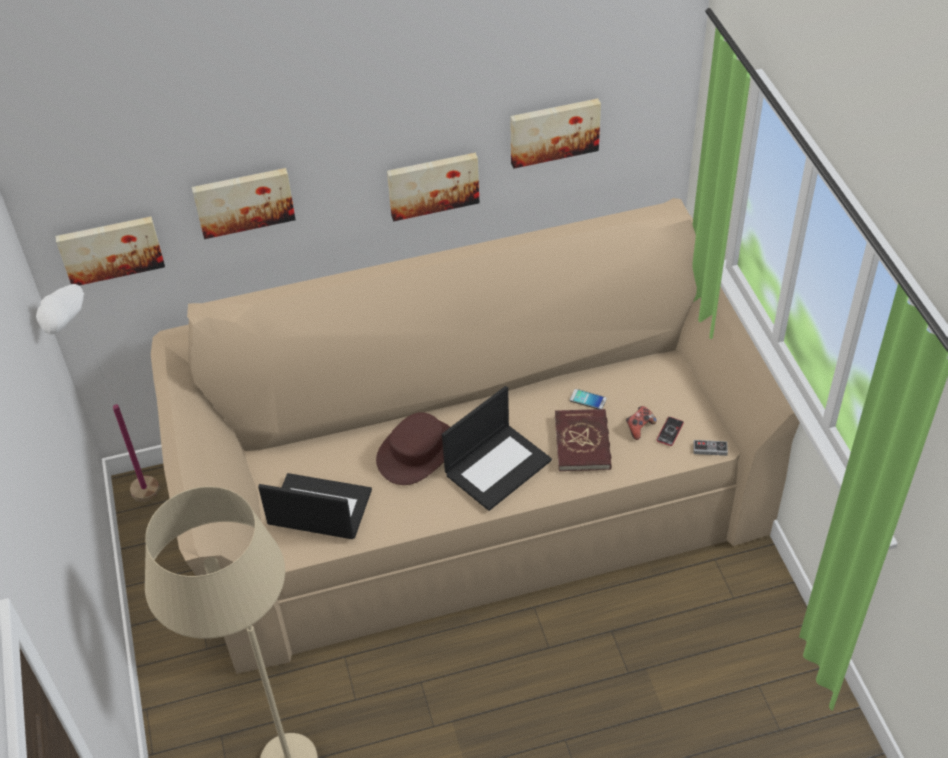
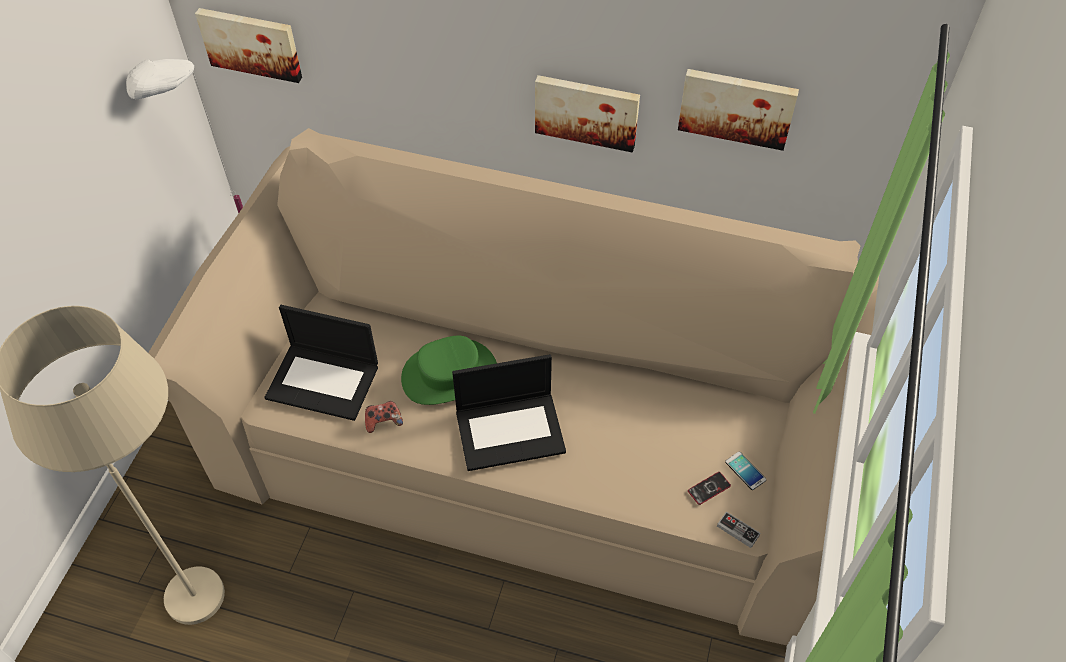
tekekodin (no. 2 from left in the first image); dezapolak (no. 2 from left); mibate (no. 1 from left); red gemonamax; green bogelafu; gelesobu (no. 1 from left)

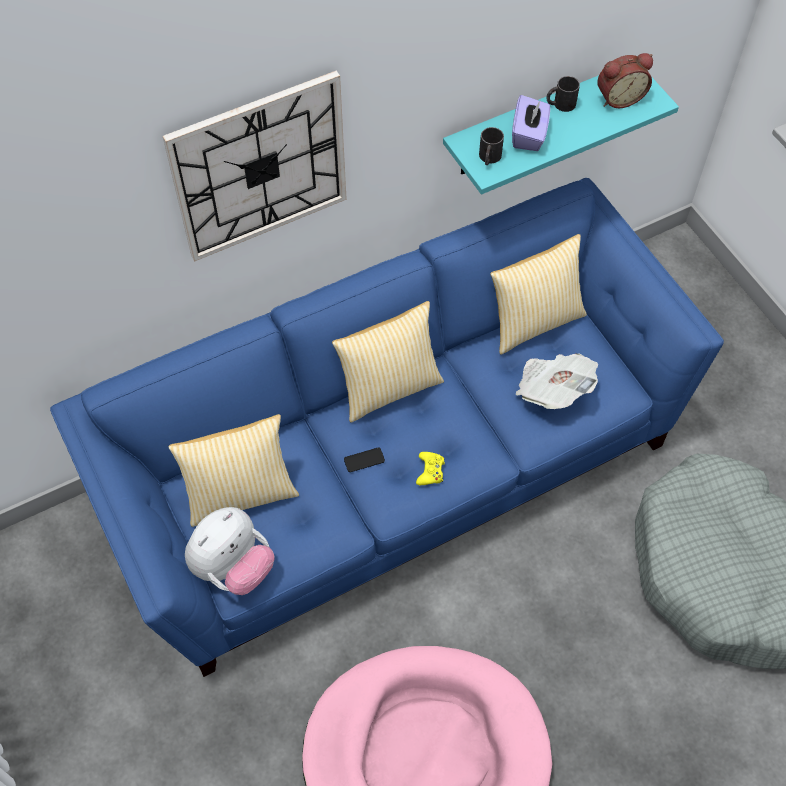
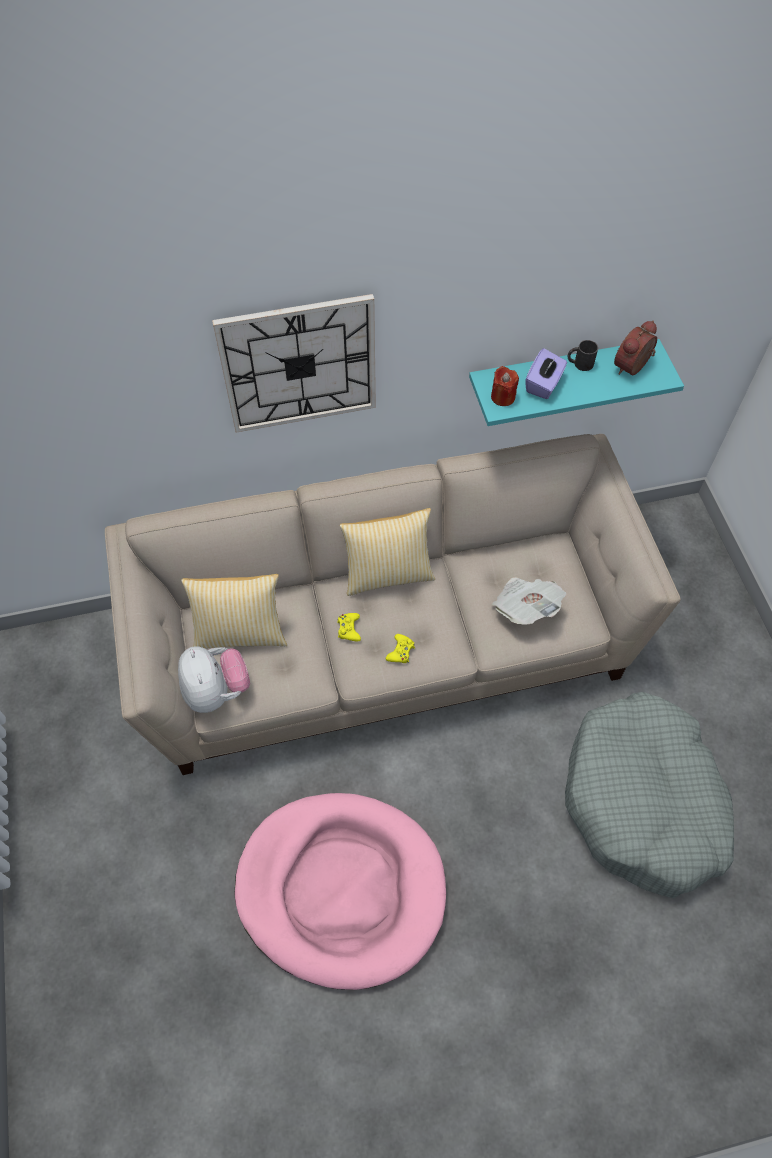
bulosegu; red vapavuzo; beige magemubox; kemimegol (no. 3 from left in the first image); yellow mibate (no. 1 from left); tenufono

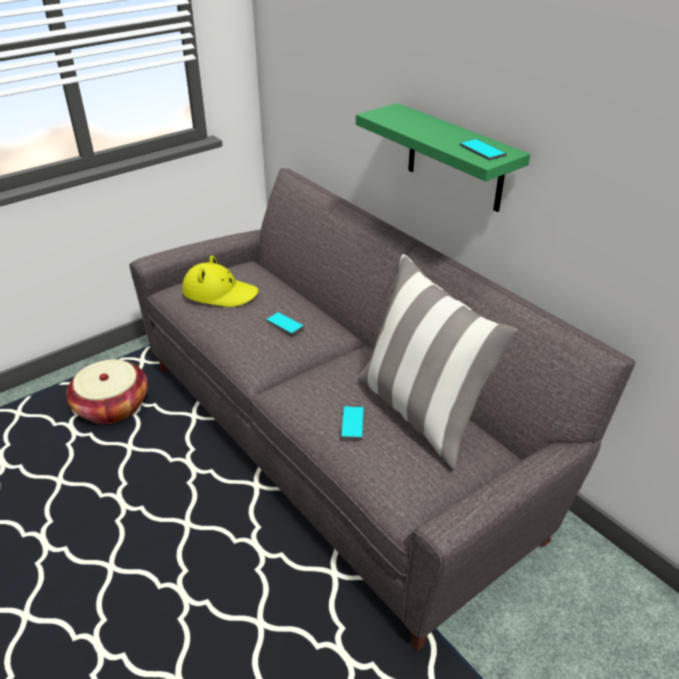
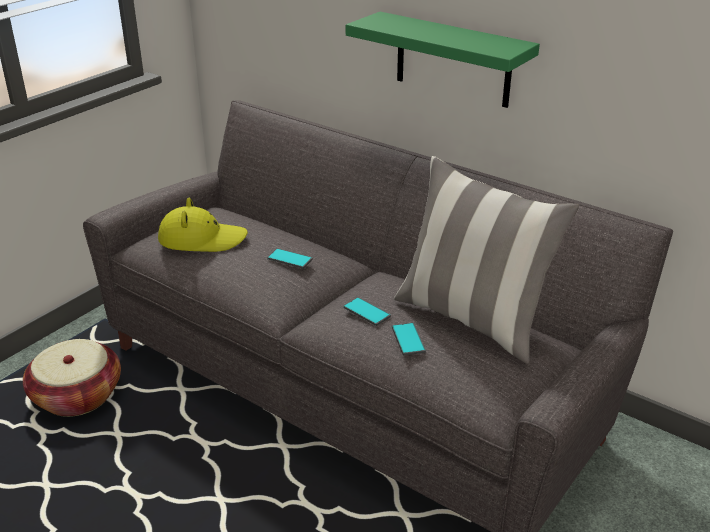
dezapolak (no. 2 from left)

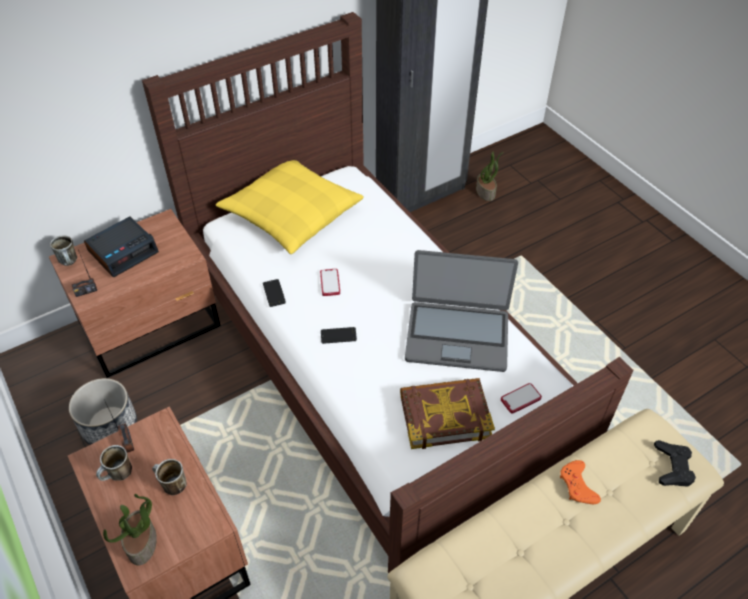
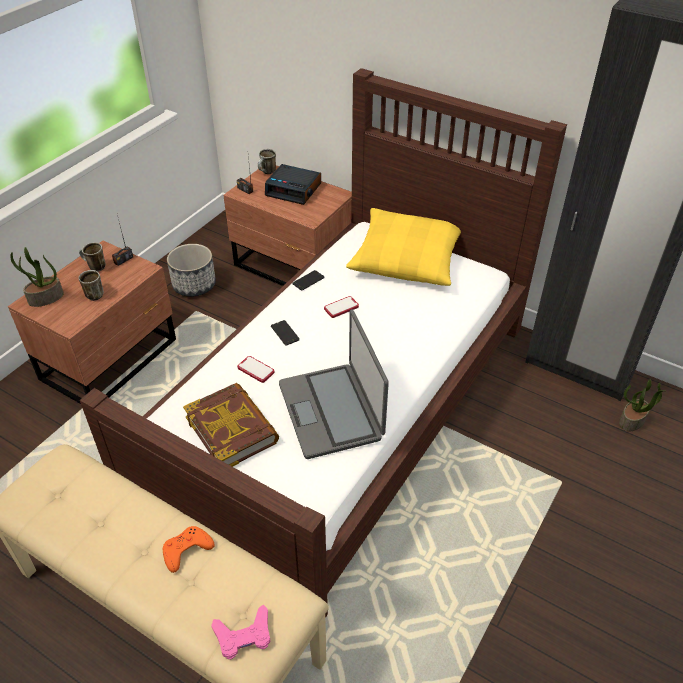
dezapolak (no. 1 from left); pink mibate

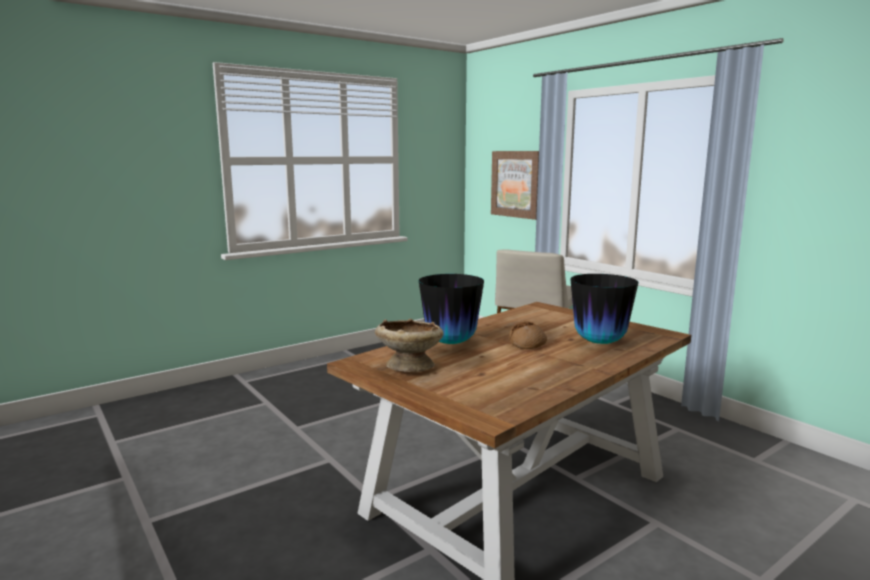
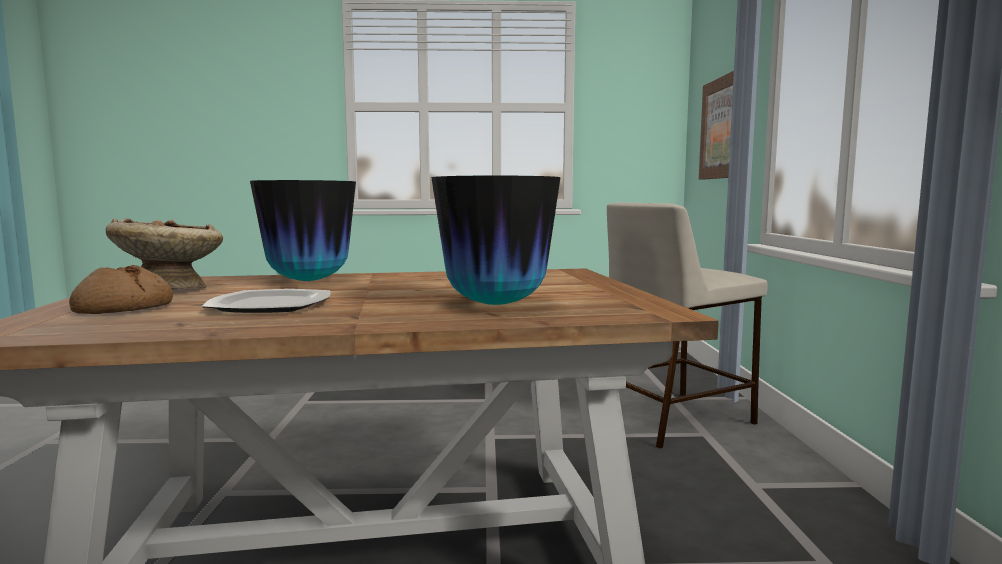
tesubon; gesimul

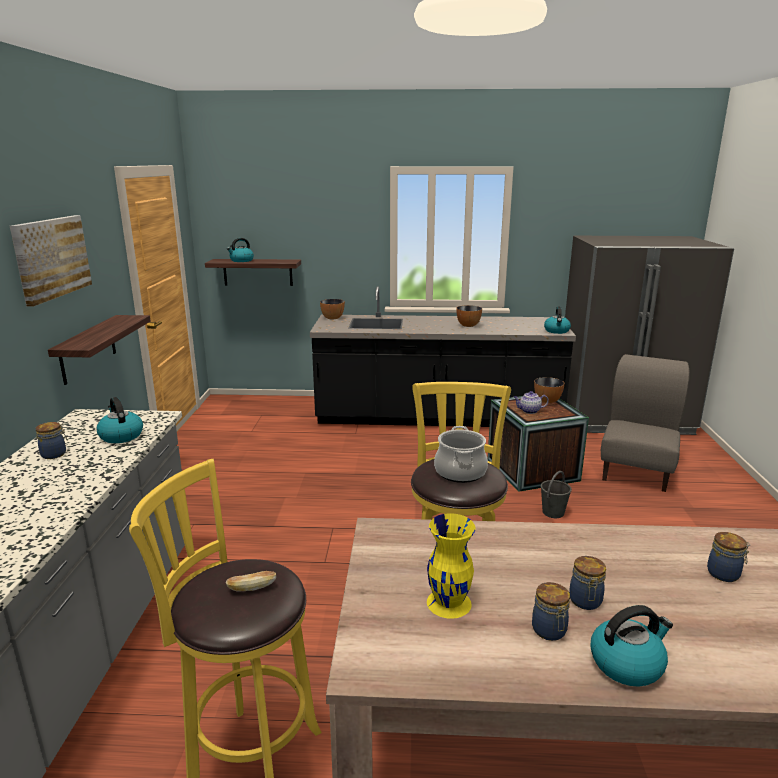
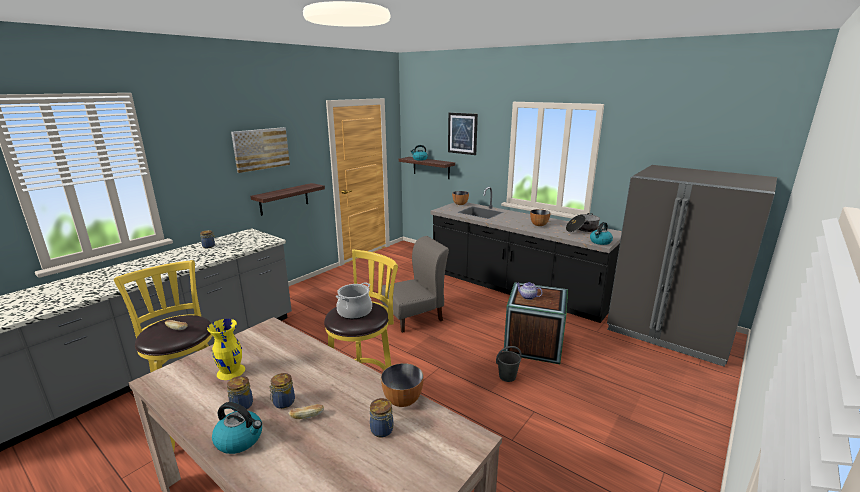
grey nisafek; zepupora (no. 1 from left); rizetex (no. 1 from left in the first image); tekekodin (no. 2 from left); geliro (no. 2 from left); tesubon (no. 2 from left)

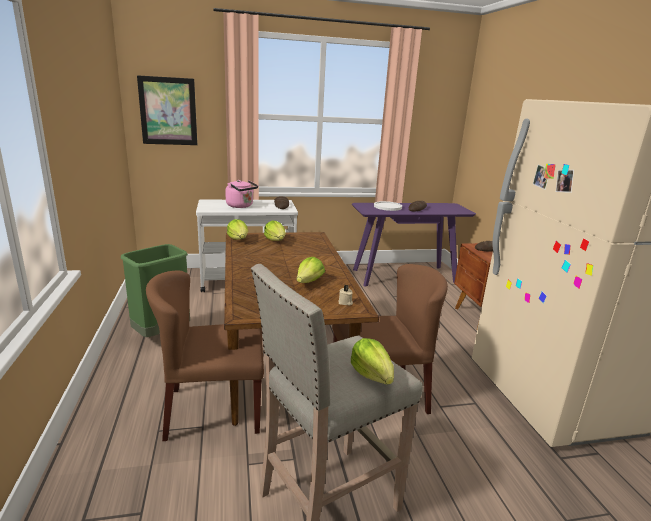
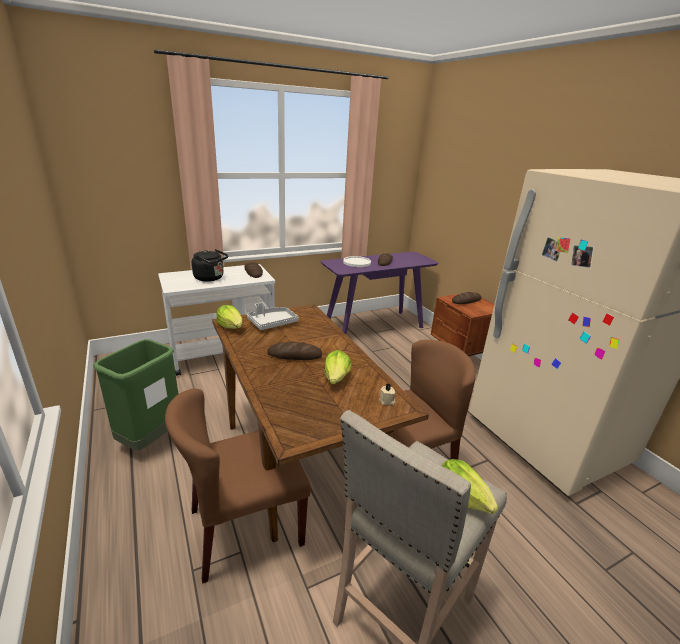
tekekodin; black rizetex; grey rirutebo; tesubon (no. 2 from left)

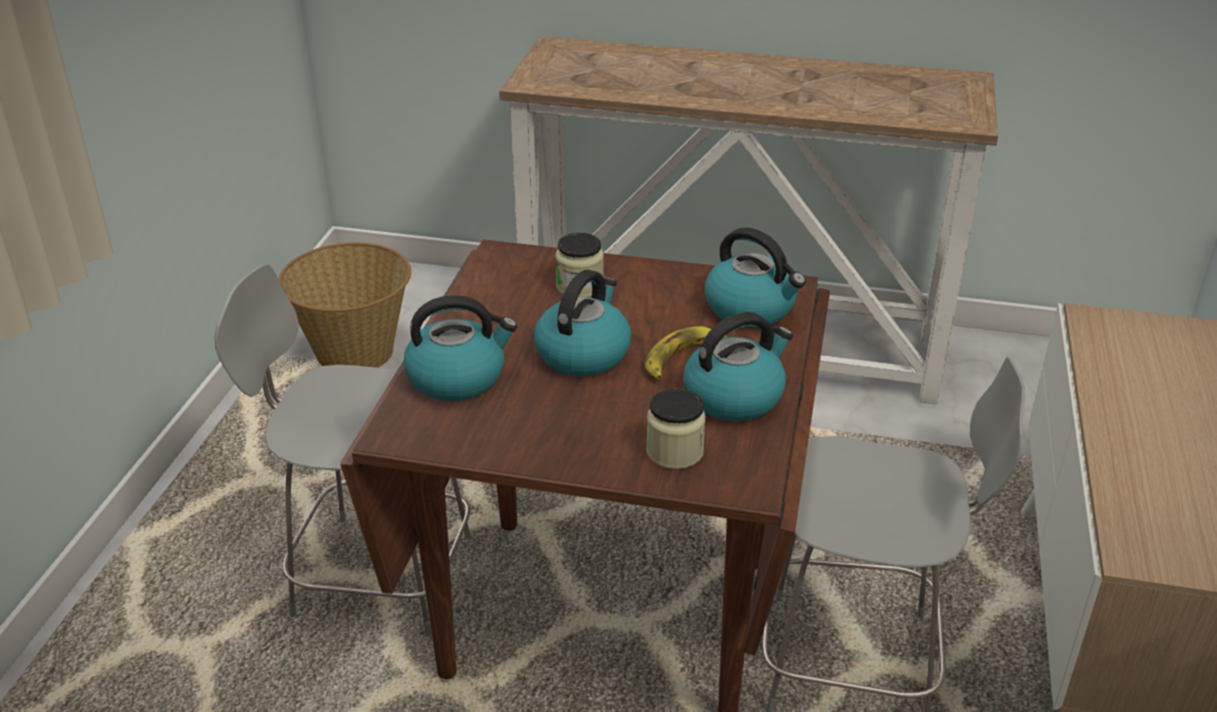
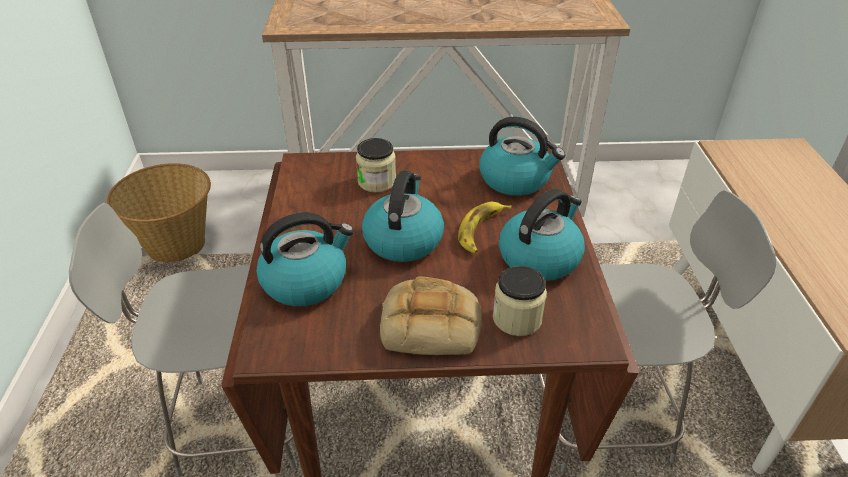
tesubon

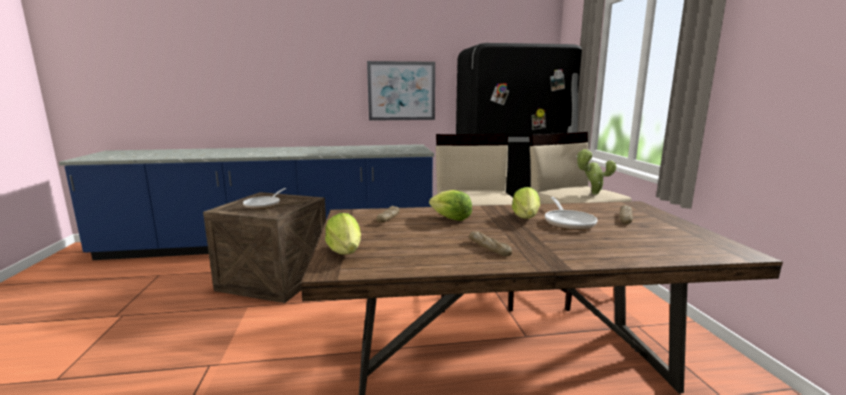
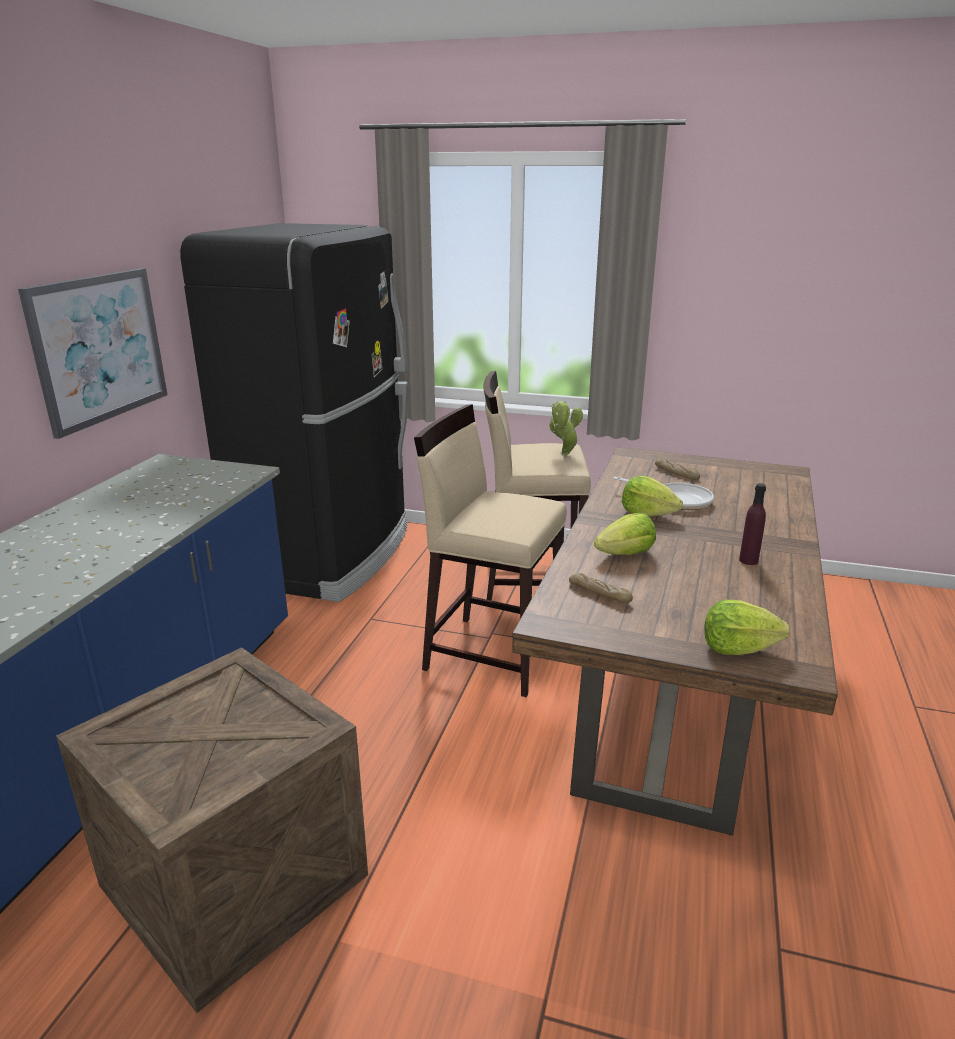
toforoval (no. 1 from left in the first image); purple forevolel

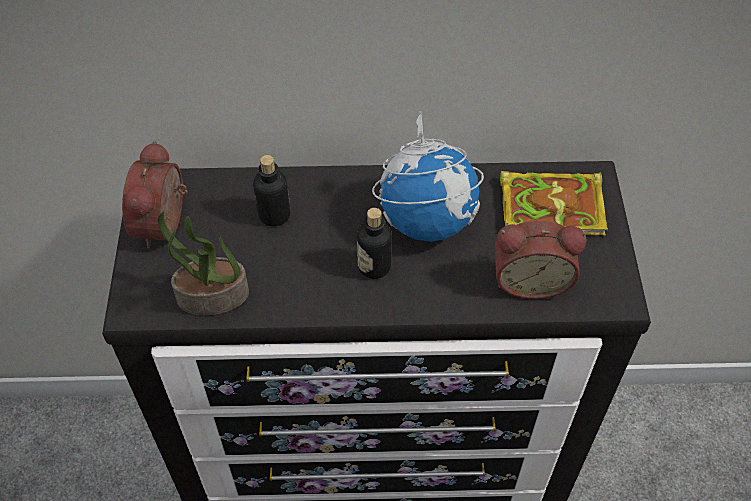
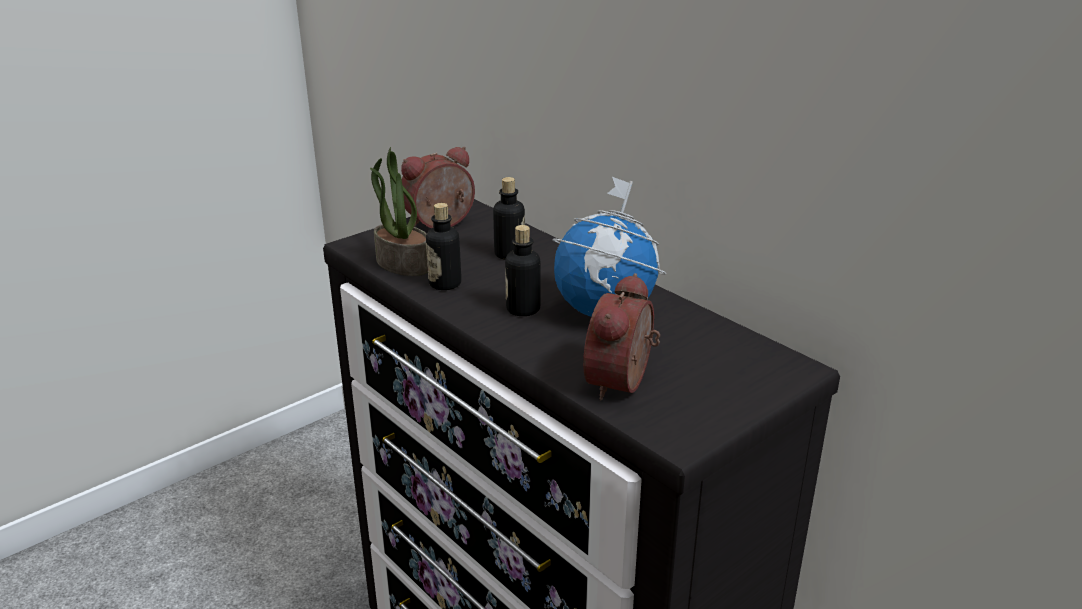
gemonamax; bulosegu (no. 2 from left); forevolel (no. 1 from left)

